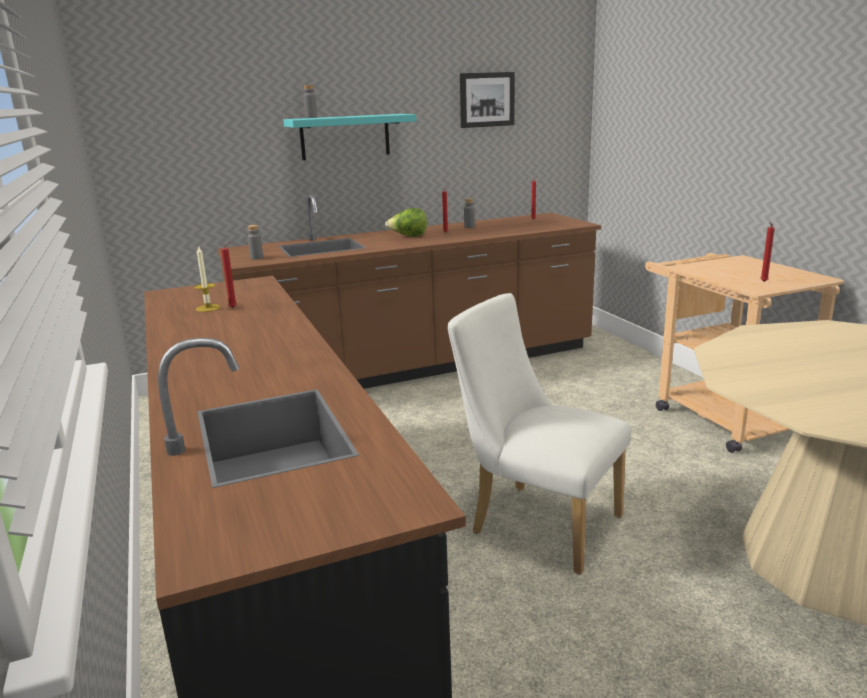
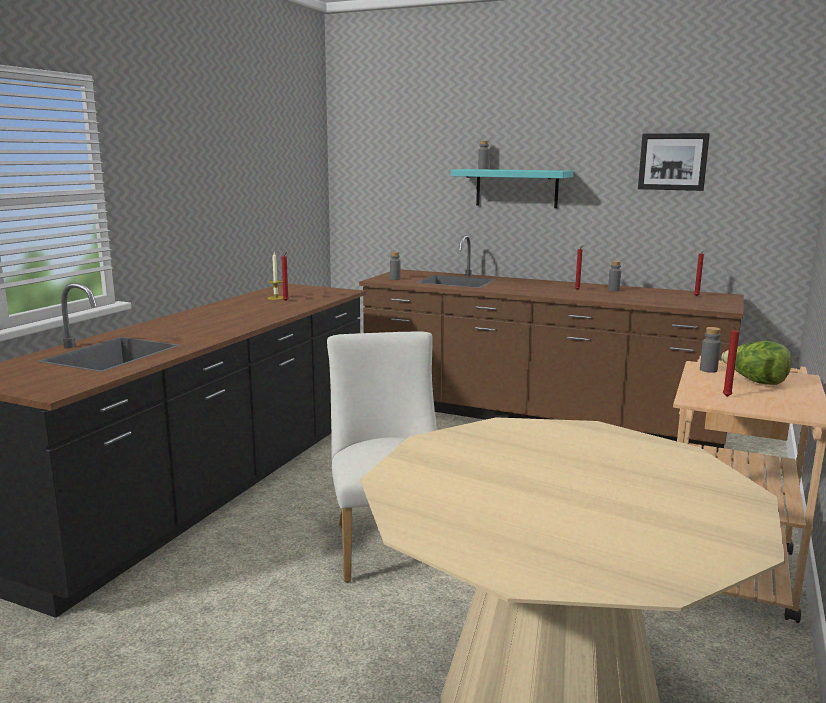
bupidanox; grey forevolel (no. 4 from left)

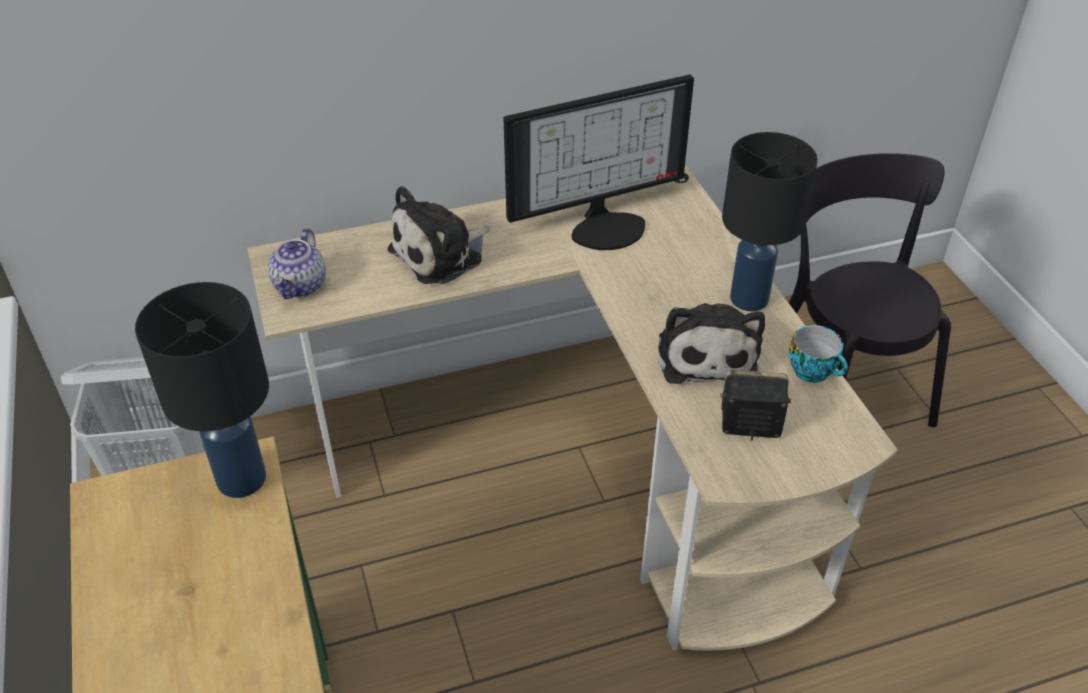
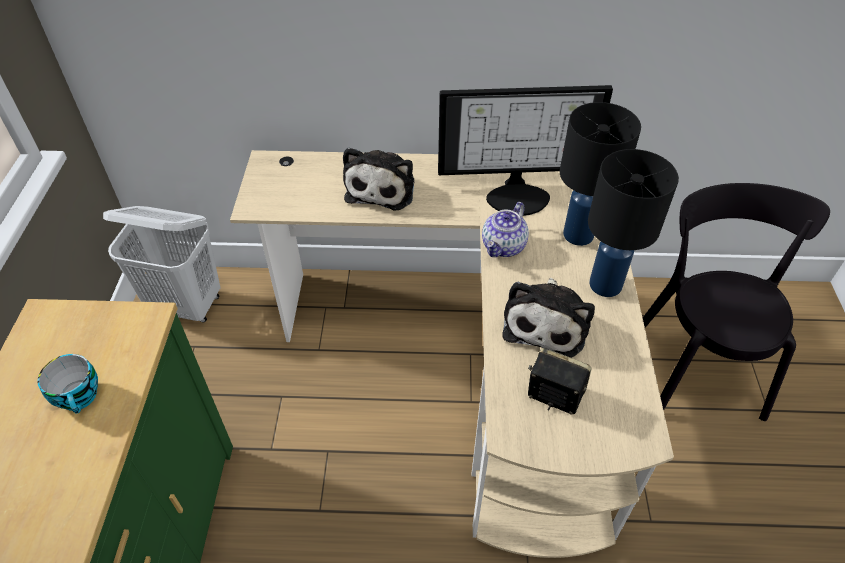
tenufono (no. 1 from left); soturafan; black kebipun (no. 1 from left); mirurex

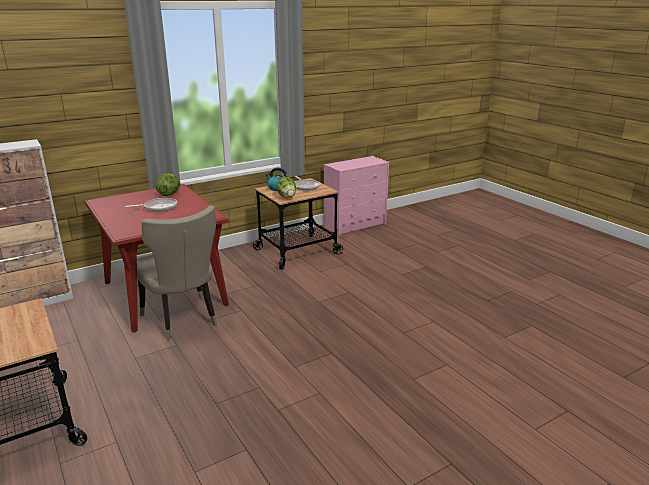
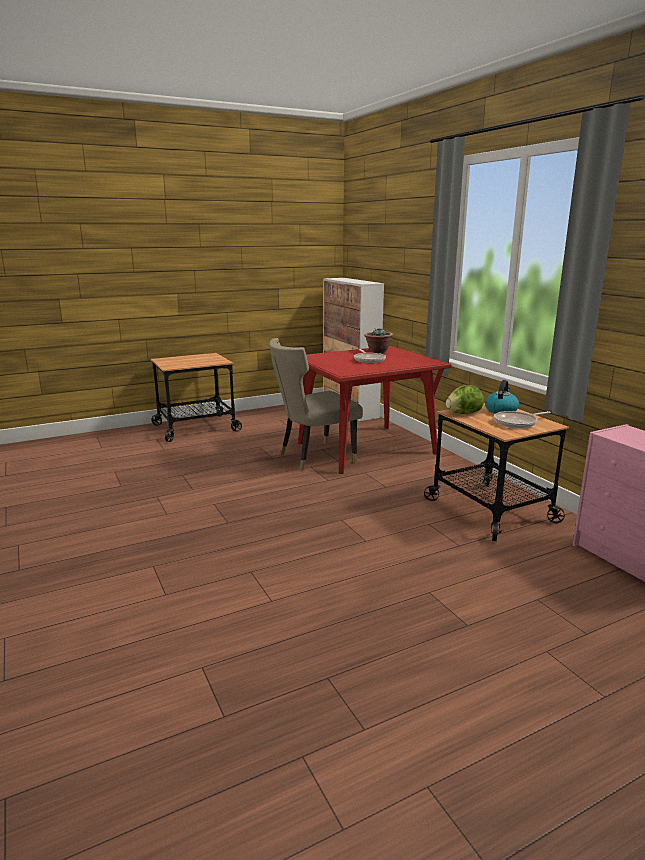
bupidanox (no. 1 from left in the first image); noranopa

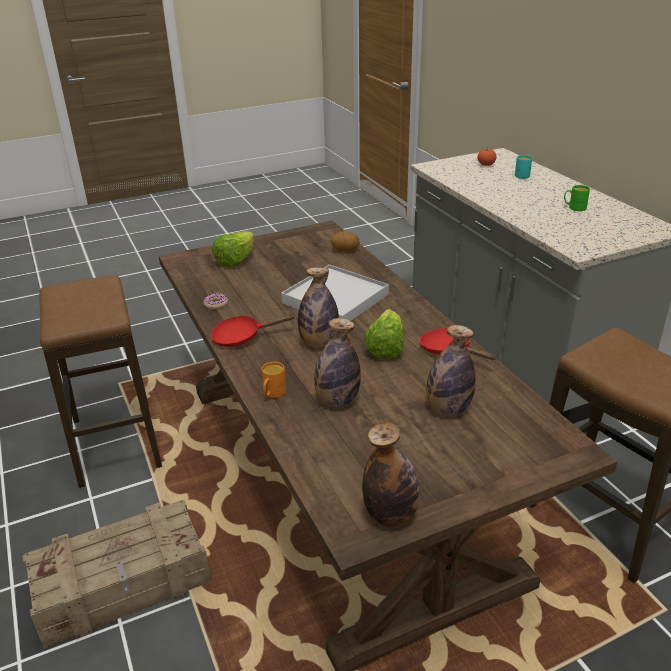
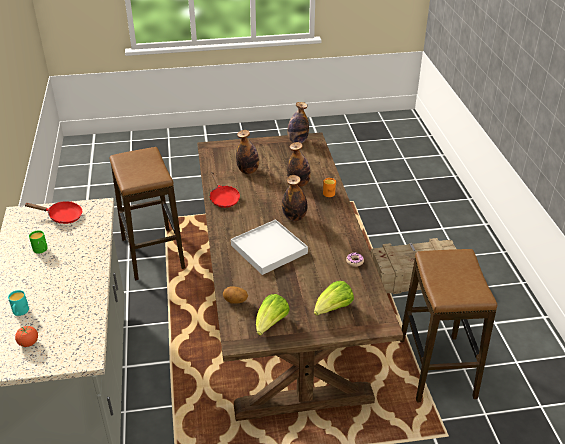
bupidanox (no. 1 from left); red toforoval (no. 1 from left)

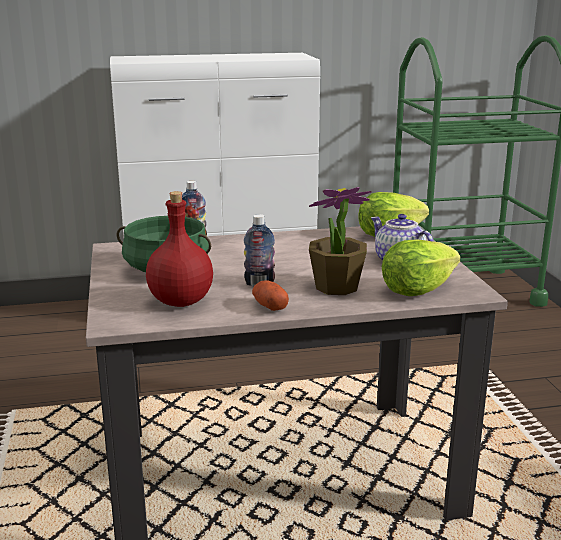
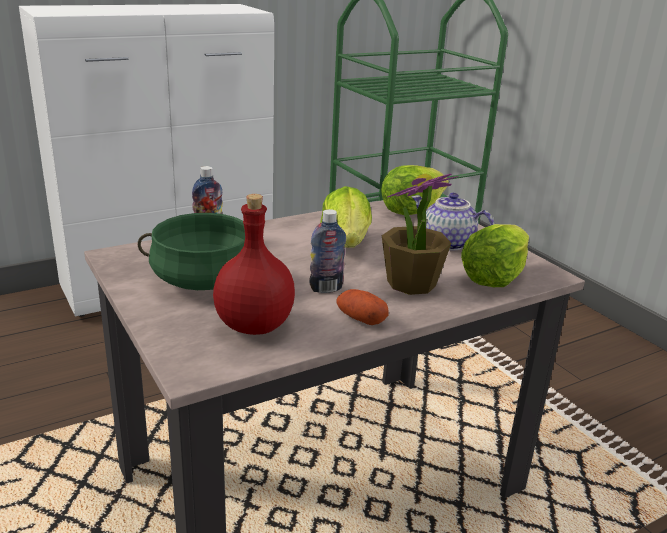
bupidanox (no. 1 from left)

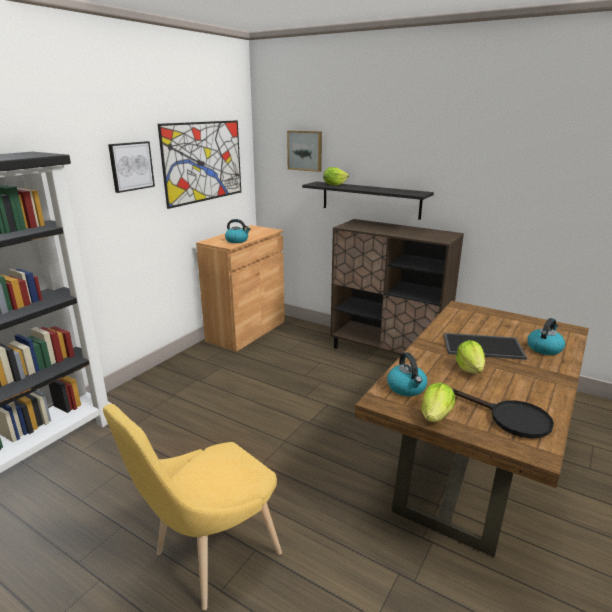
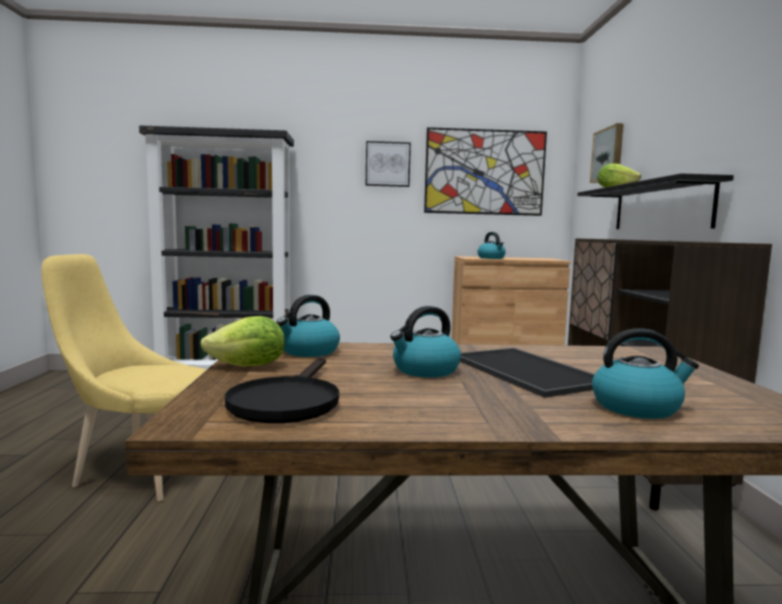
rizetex (no. 2 from left)

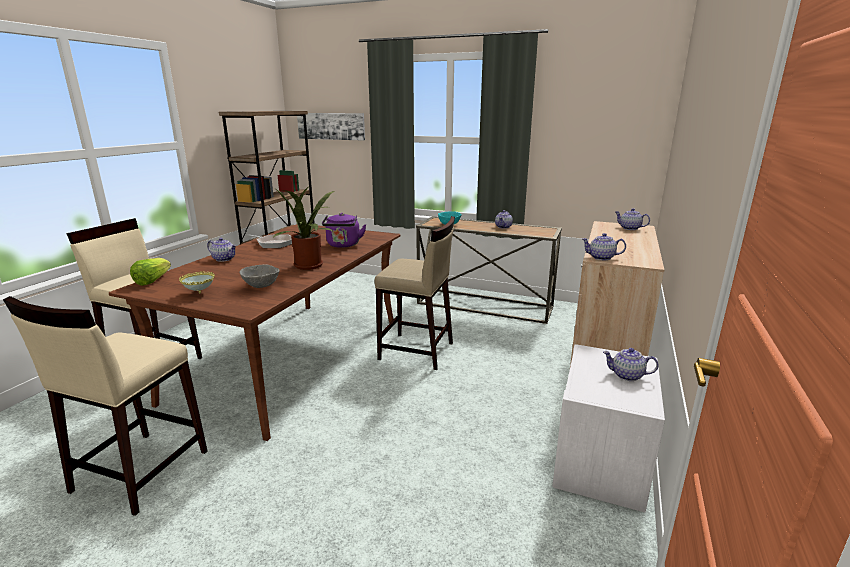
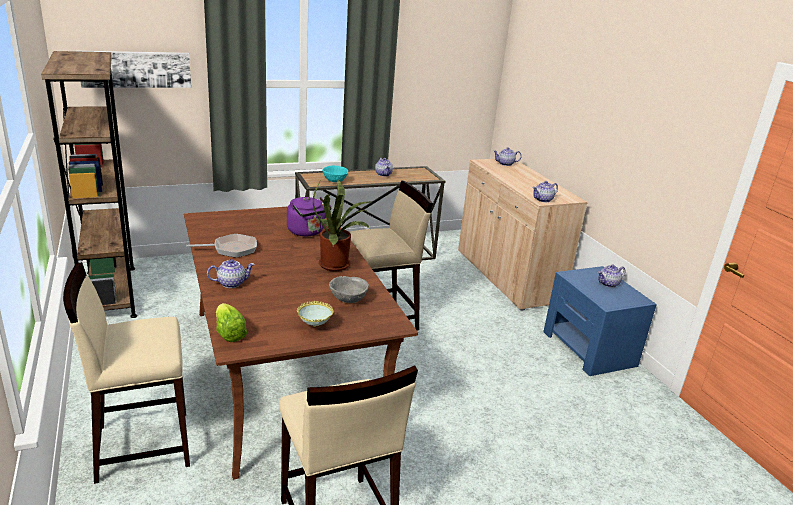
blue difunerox

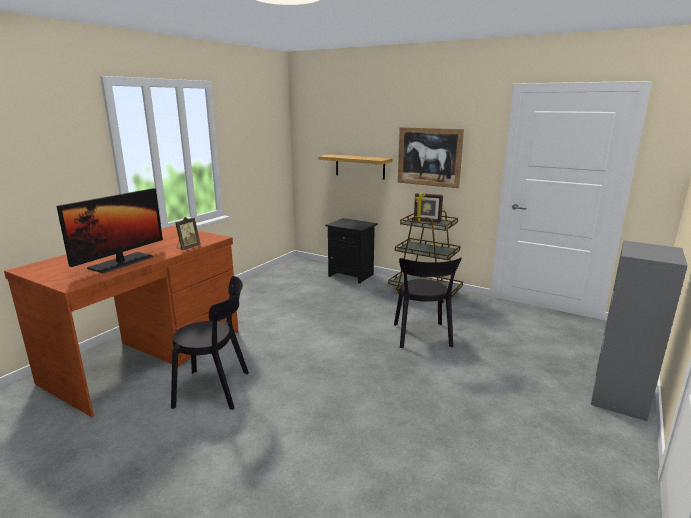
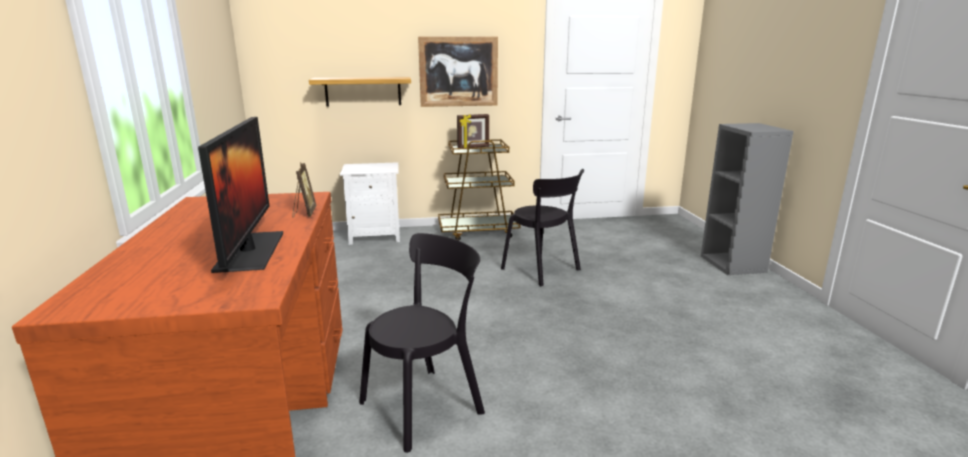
white difunerox

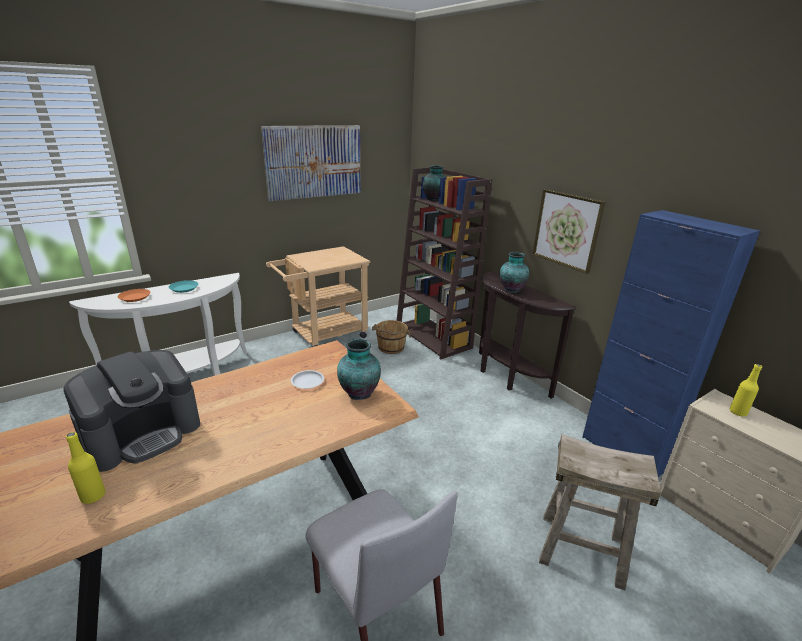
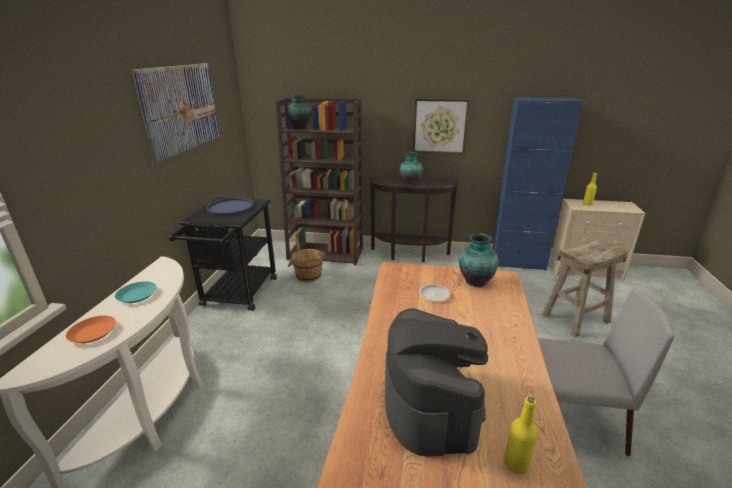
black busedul; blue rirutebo

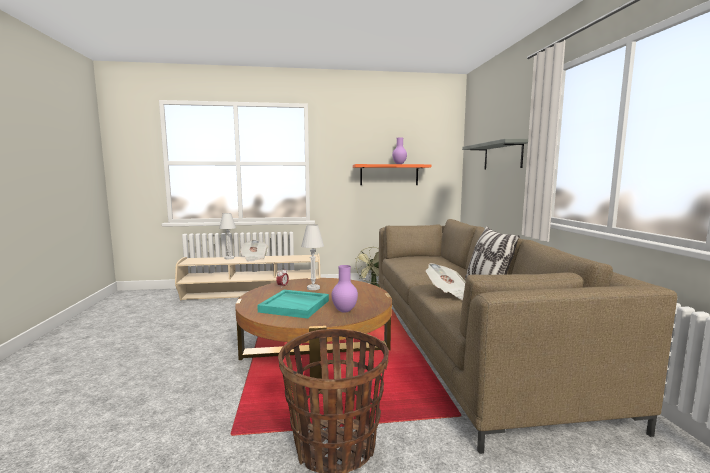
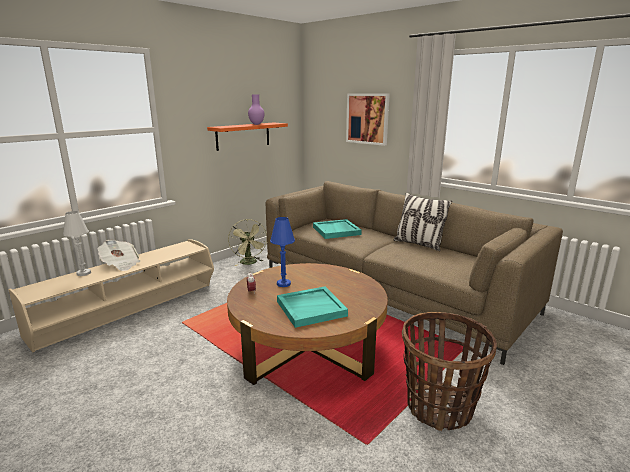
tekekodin; blue kebipun; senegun (no. 2 from left in the first image); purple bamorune (no. 1 from left in the first image); turquoise rirutebo (no. 2 from left)

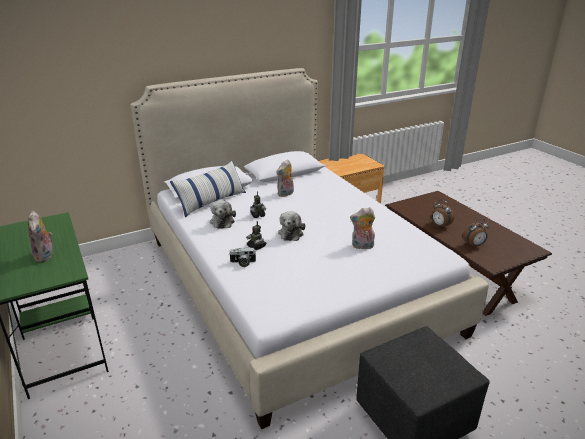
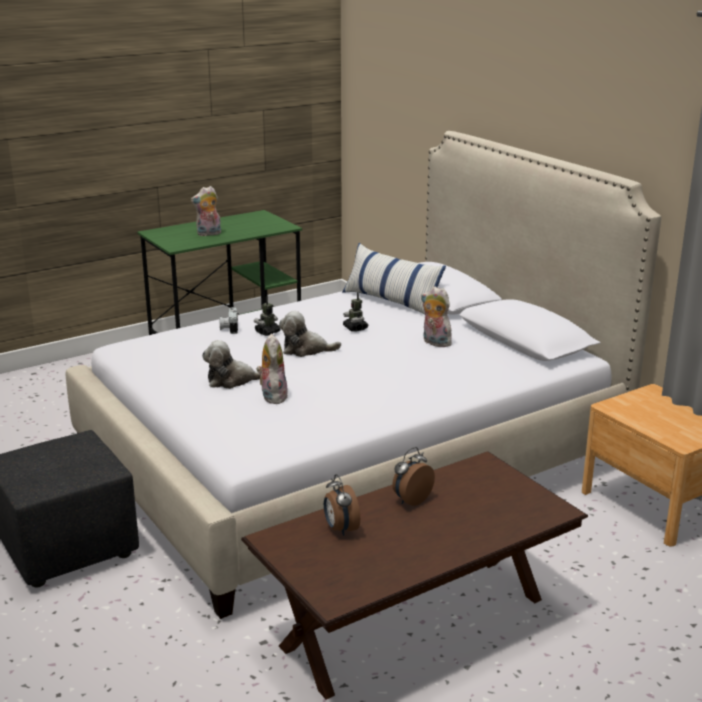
tenufono (no. 2 from left)

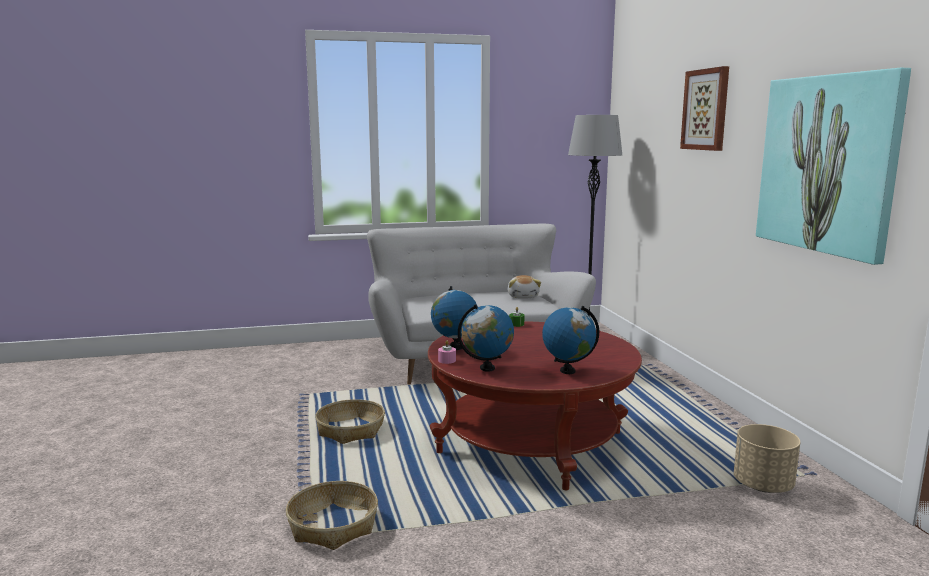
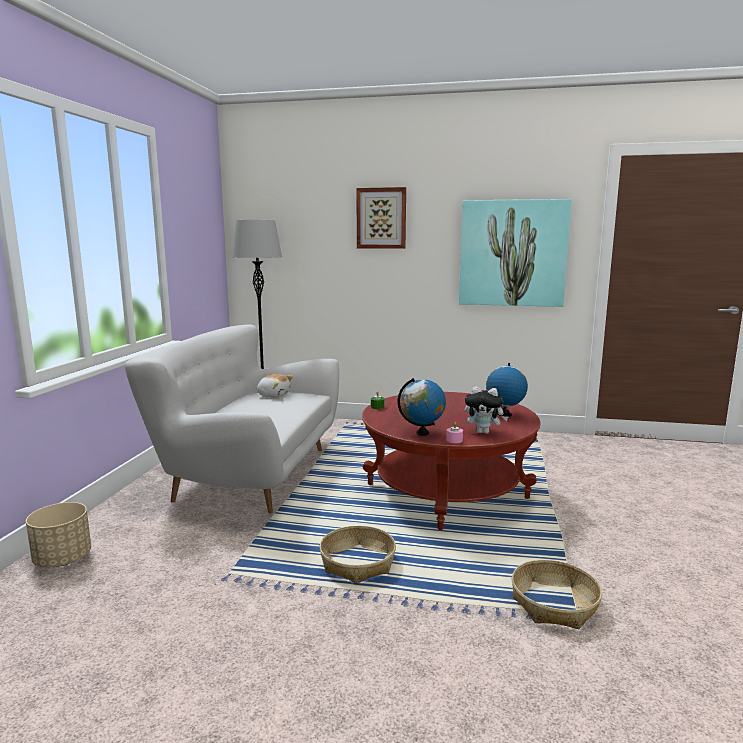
tenufono (no. 2 from left); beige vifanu

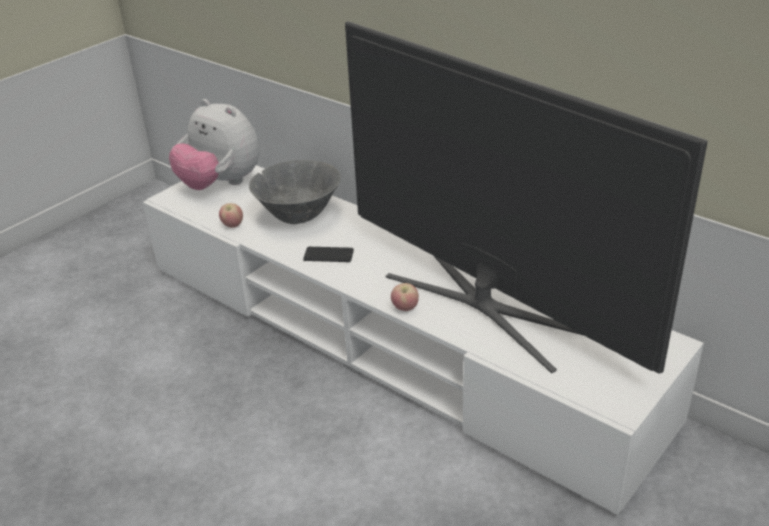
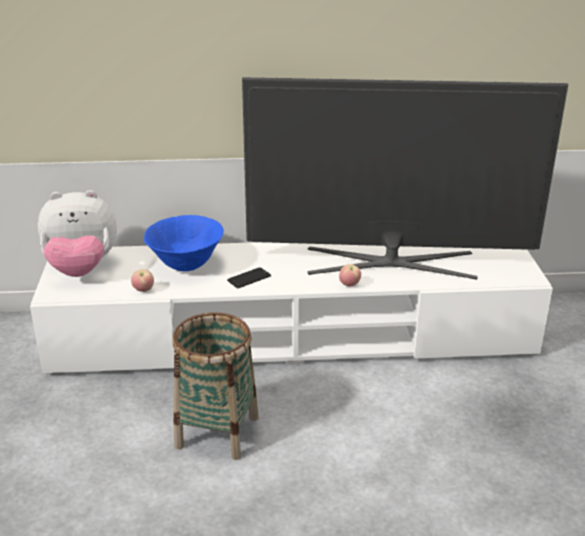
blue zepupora; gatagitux

